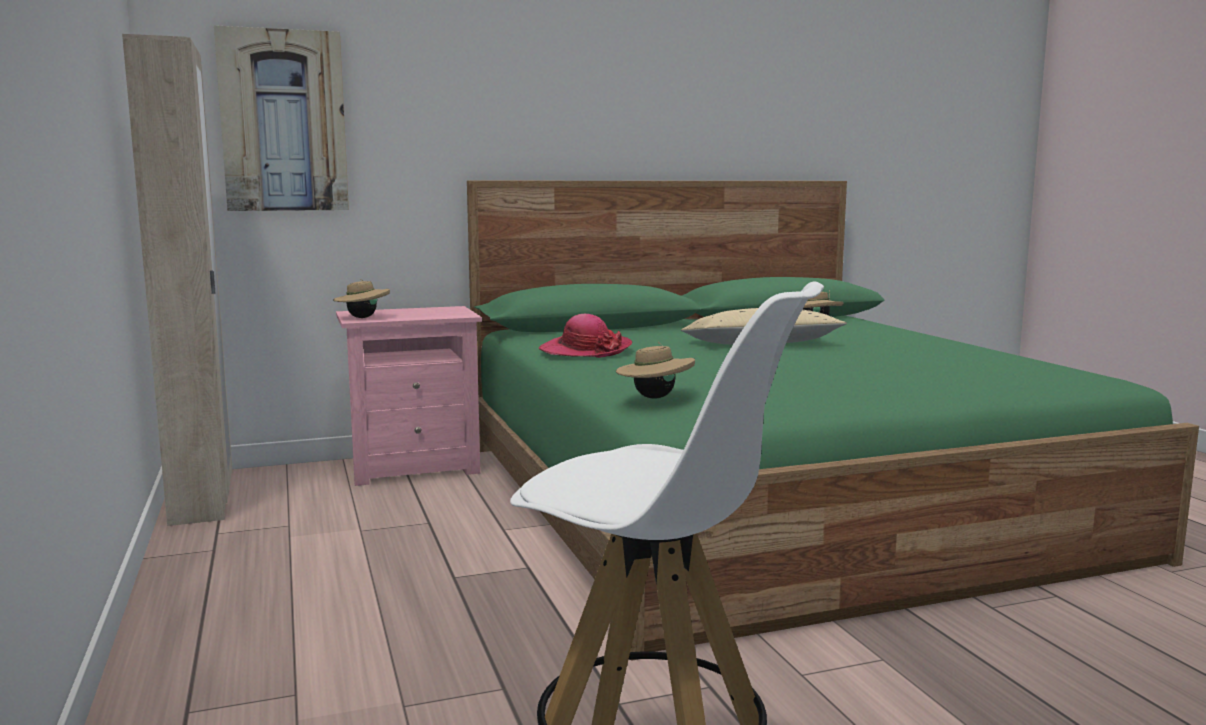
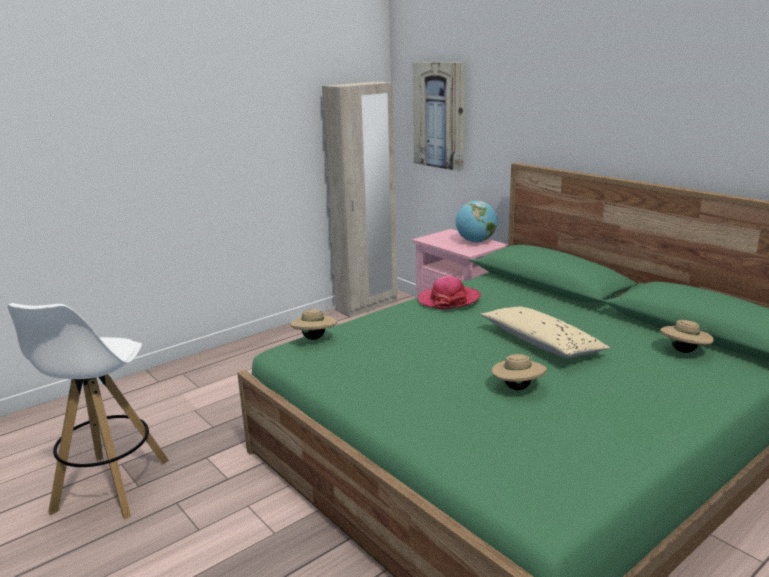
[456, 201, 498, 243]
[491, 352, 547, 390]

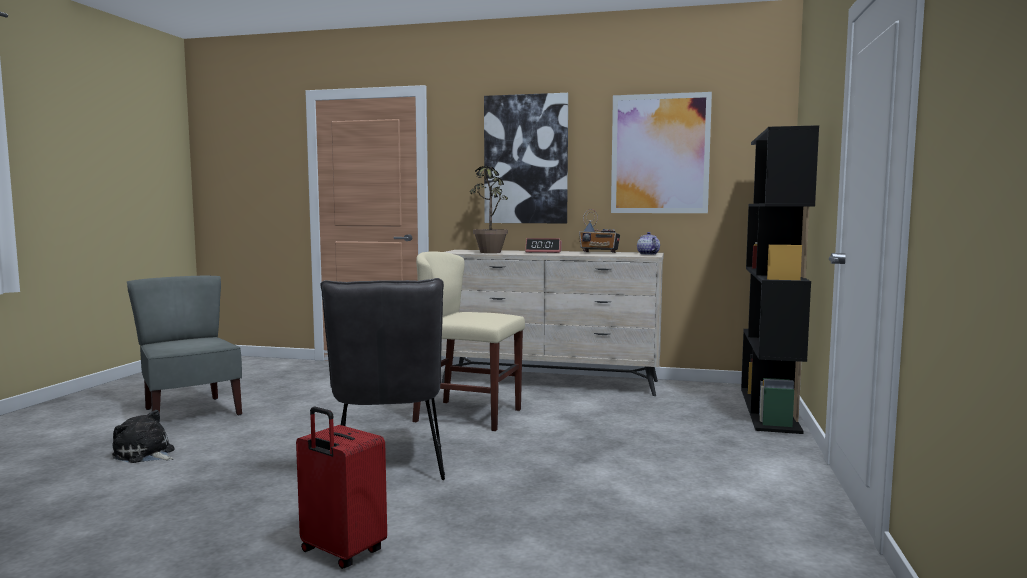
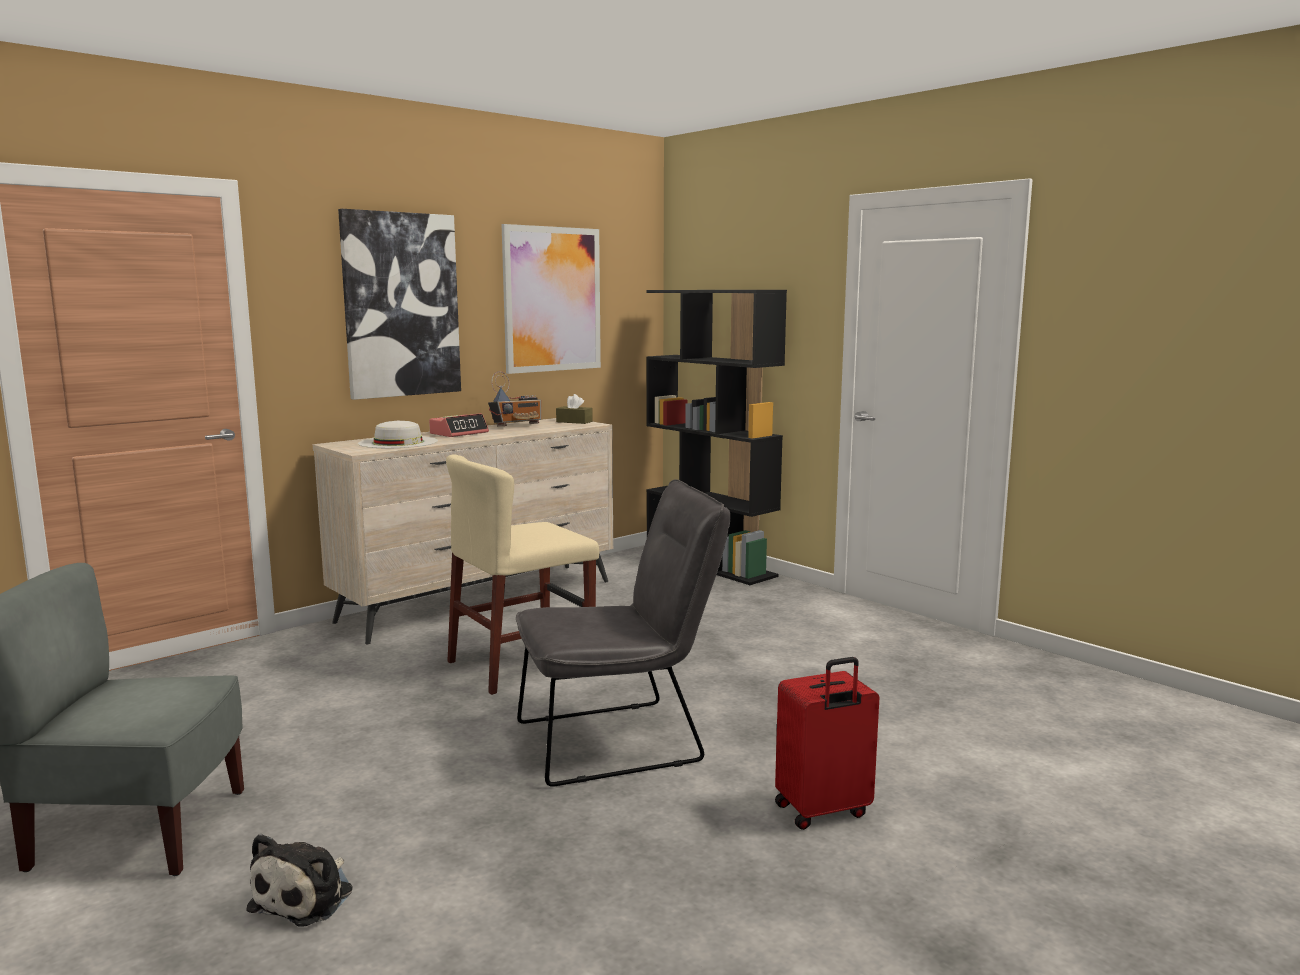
[358, 421, 438, 448]
[556, 394, 593, 424]
[246, 834, 353, 927]
[516, 479, 731, 787]

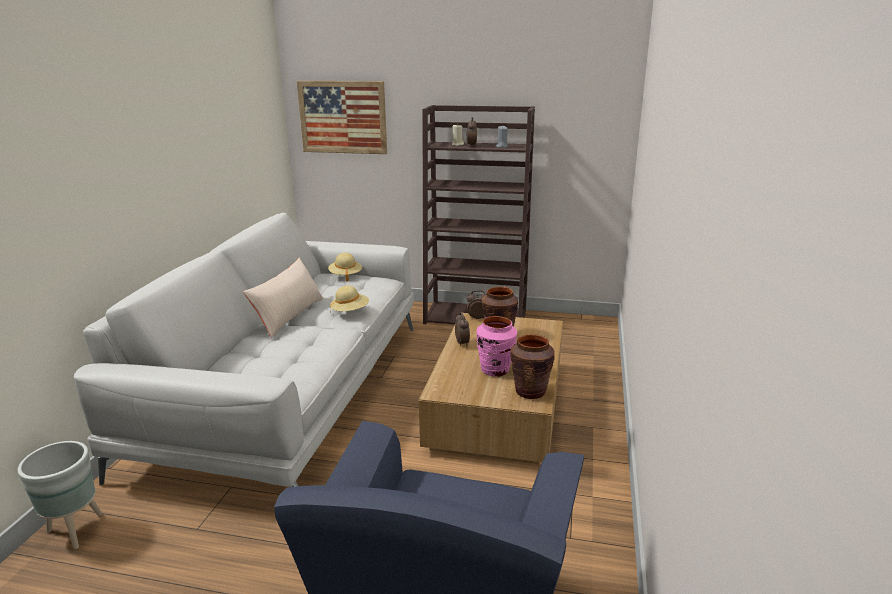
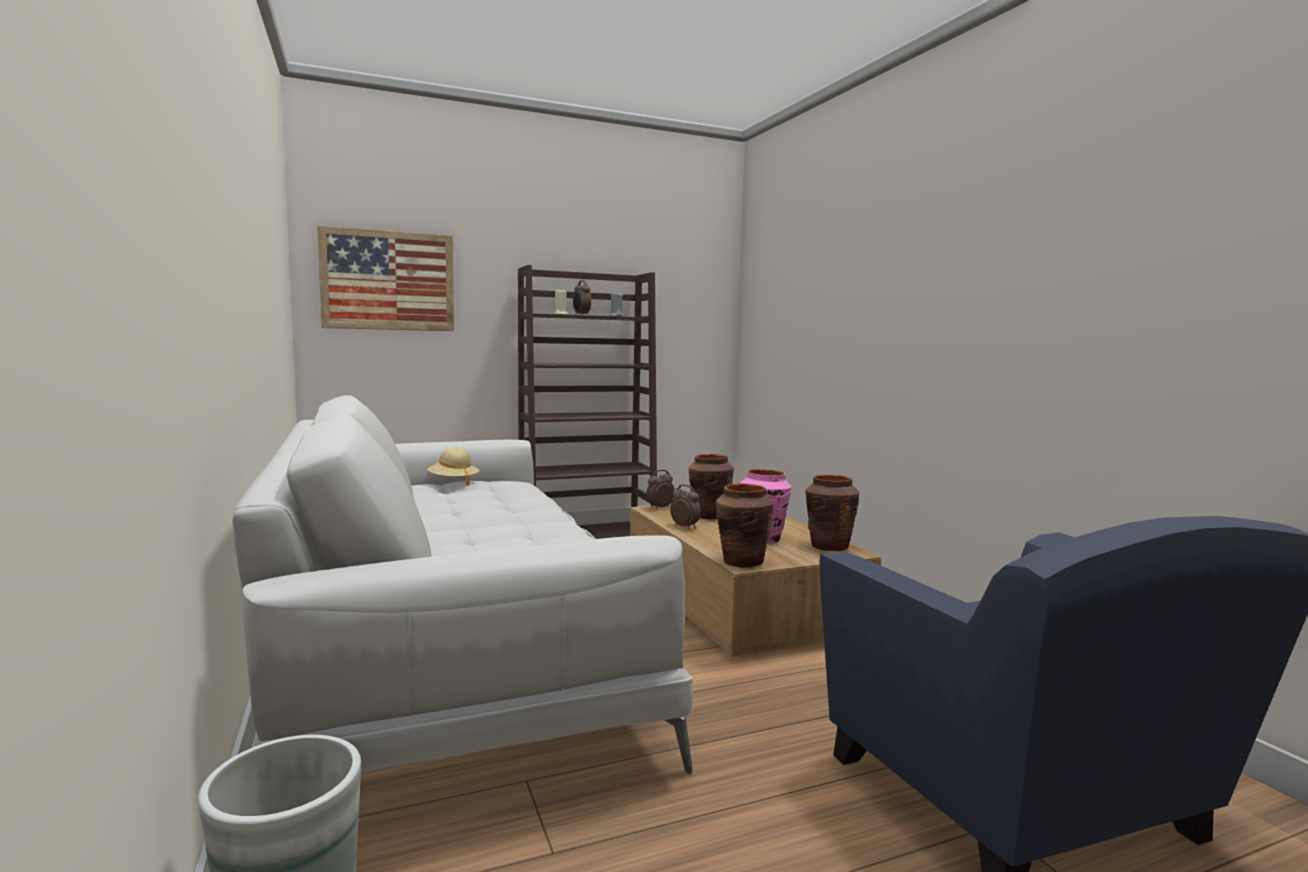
[243, 258, 324, 338] (first image)
[330, 286, 369, 314] (first image)
[716, 484, 773, 568]

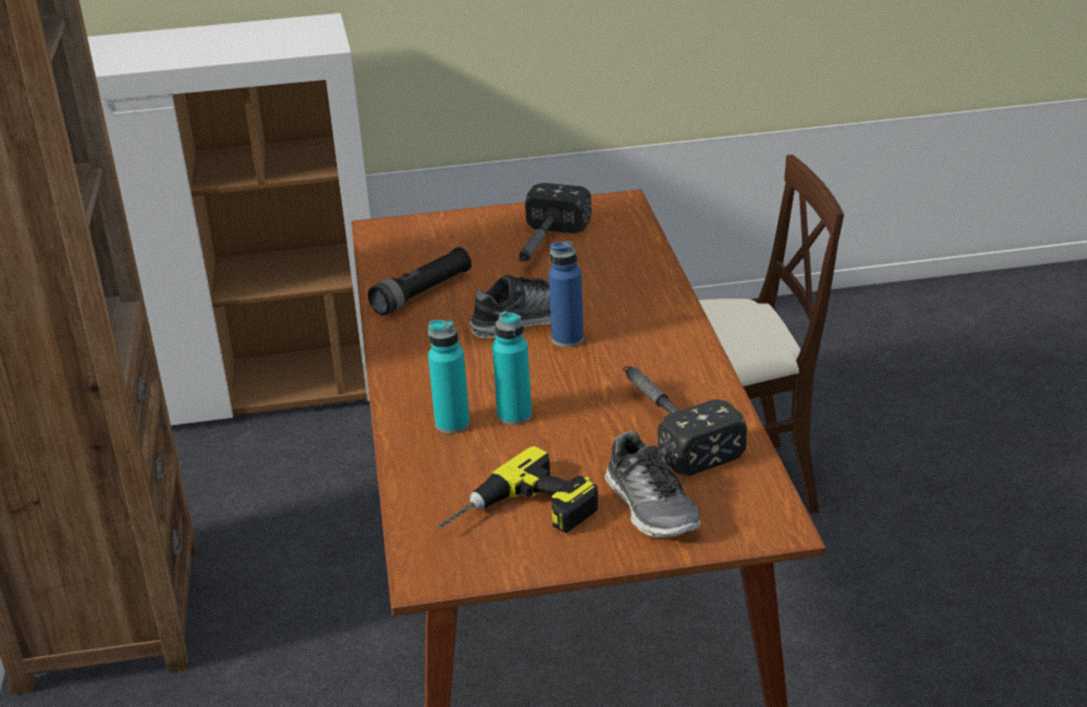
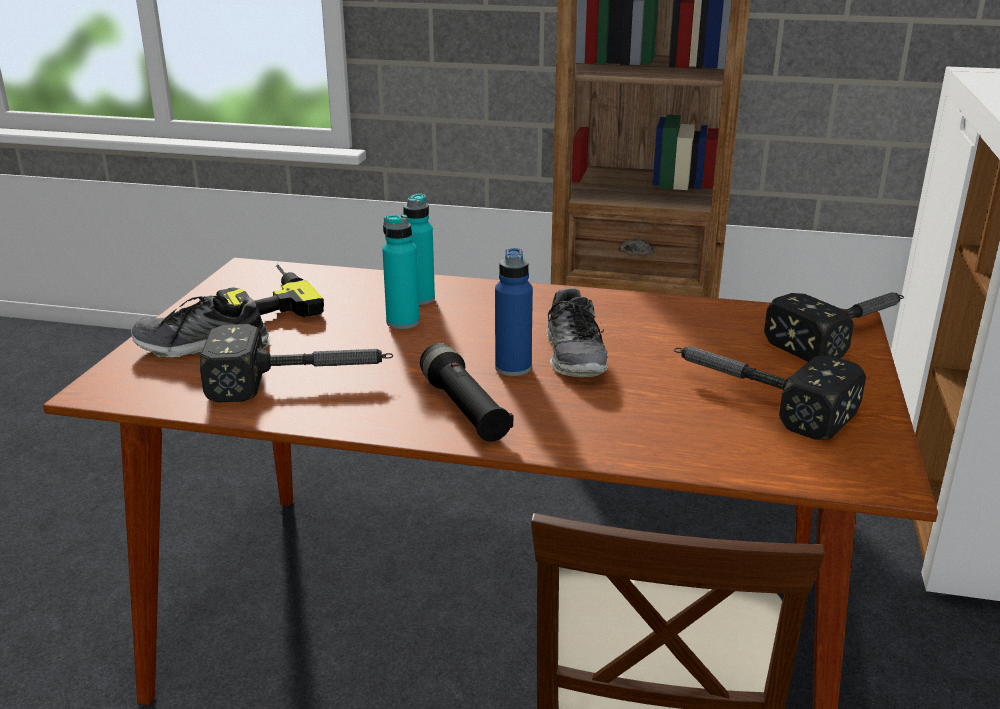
[764, 292, 904, 362]
[420, 343, 513, 442]

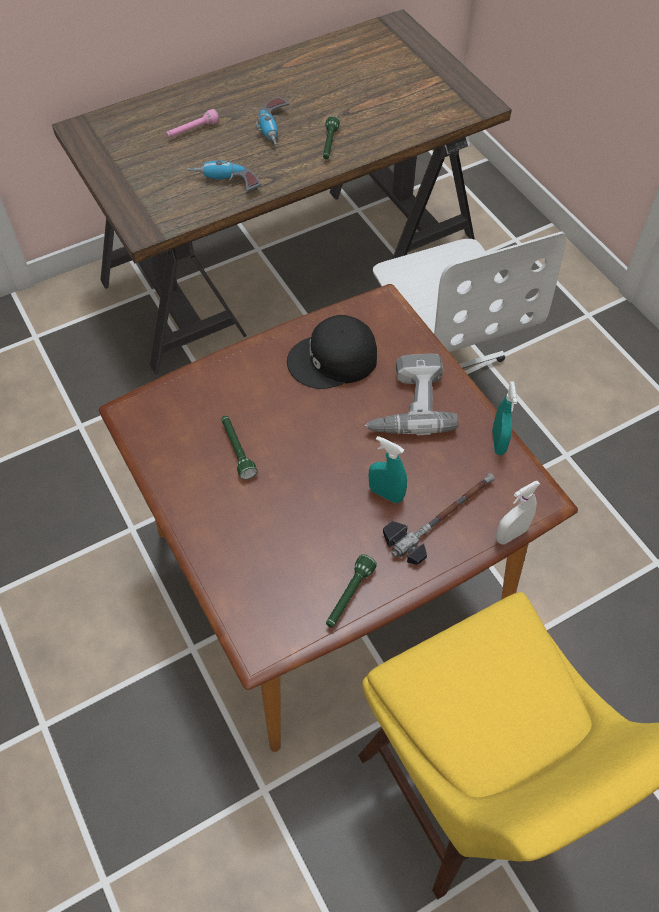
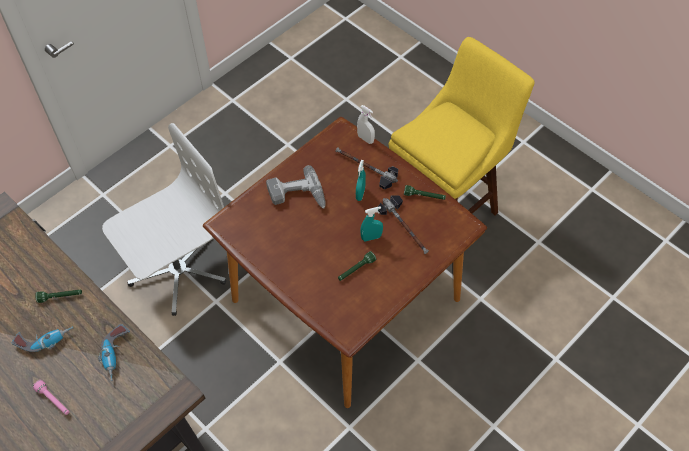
[287, 315, 377, 389] (first image)
[378, 196, 429, 254]
[360, 206, 383, 241]

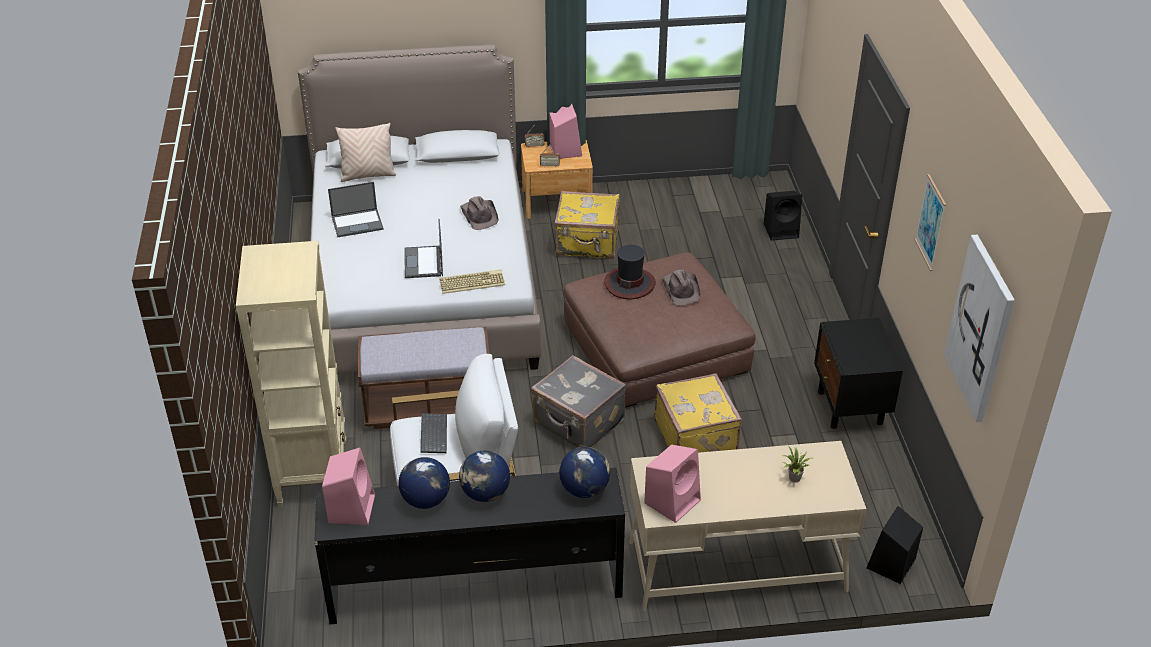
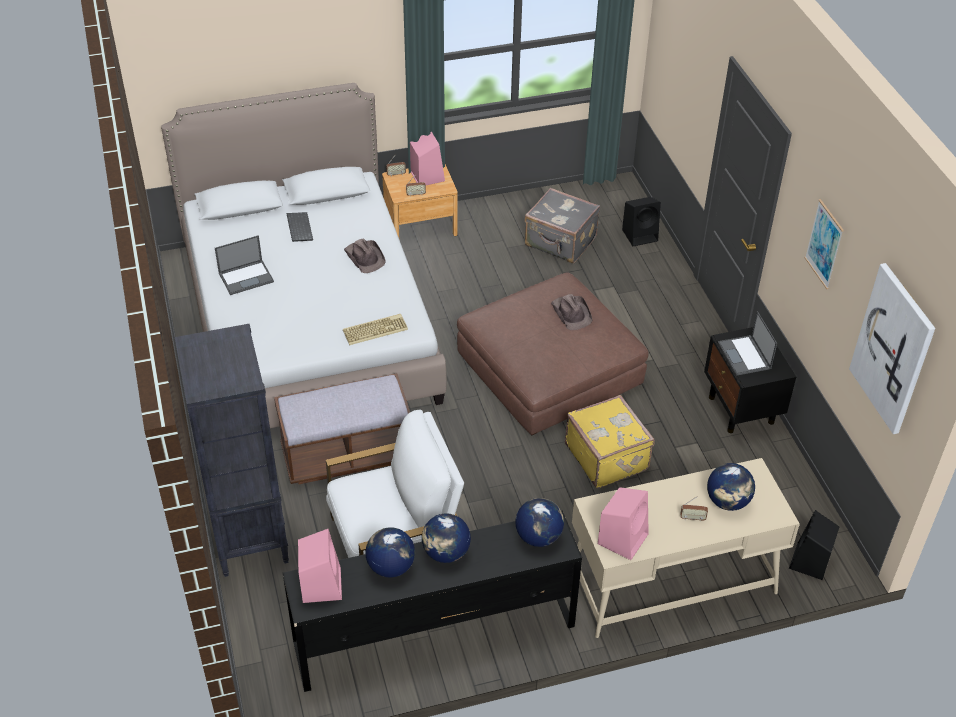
[335, 123, 396, 182] (first image)
[554, 191, 620, 259] (first image)
[604, 245, 656, 299] (first image)
[680, 496, 708, 522]
[718, 311, 777, 376]
[287, 212, 313, 242]
[525, 188, 600, 263]
[707, 463, 755, 511]
[174, 324, 289, 577]

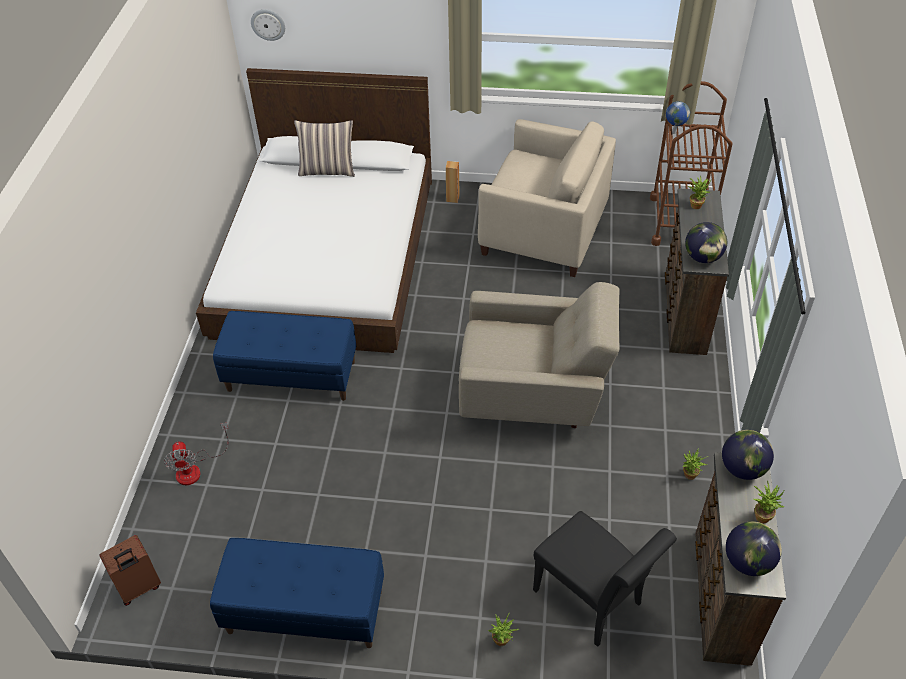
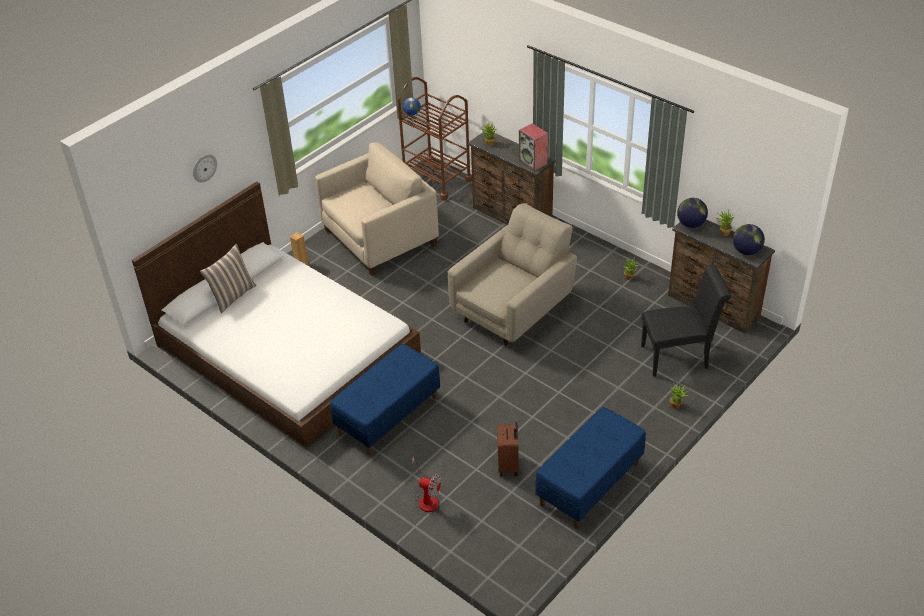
[497, 422, 519, 476]
[193, 154, 217, 183]
[519, 123, 548, 171]

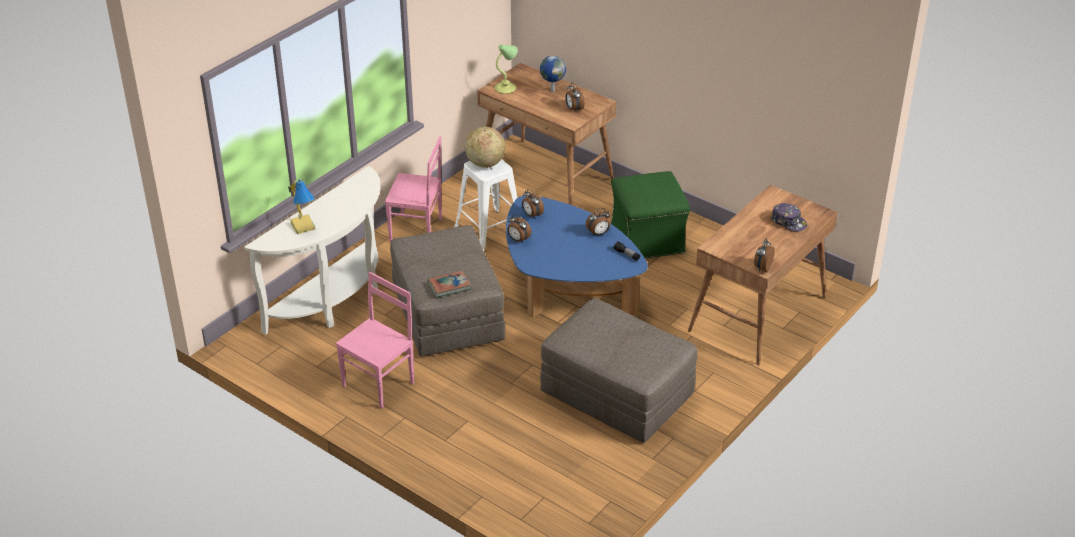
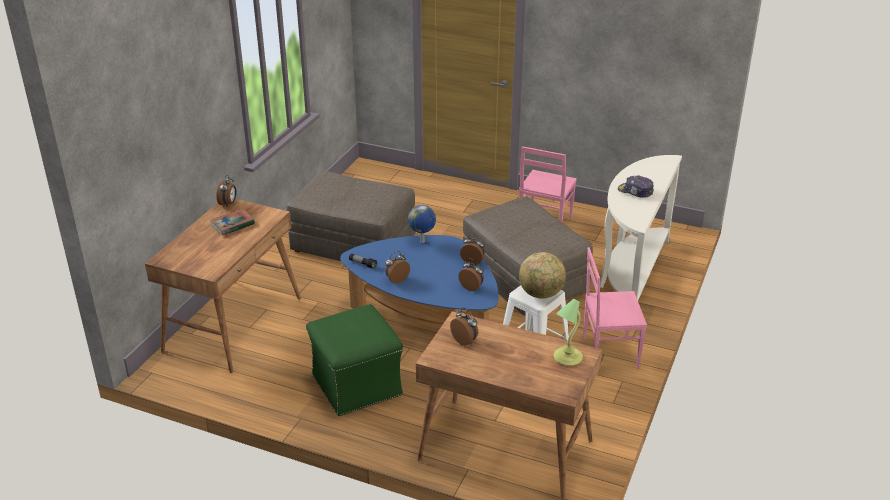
[288, 179, 315, 234] (first image)
[210, 209, 255, 236]
[408, 205, 436, 243]
[618, 175, 654, 198]

